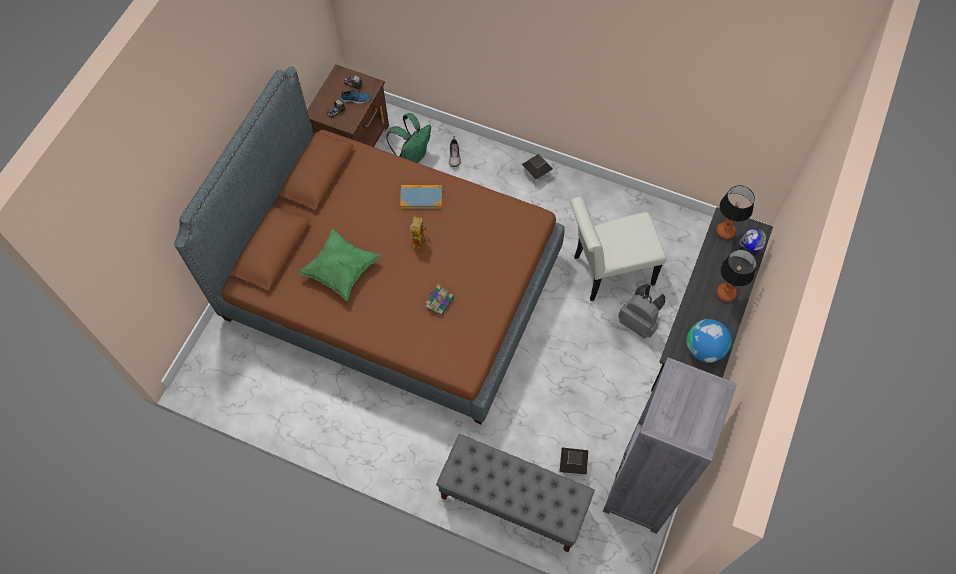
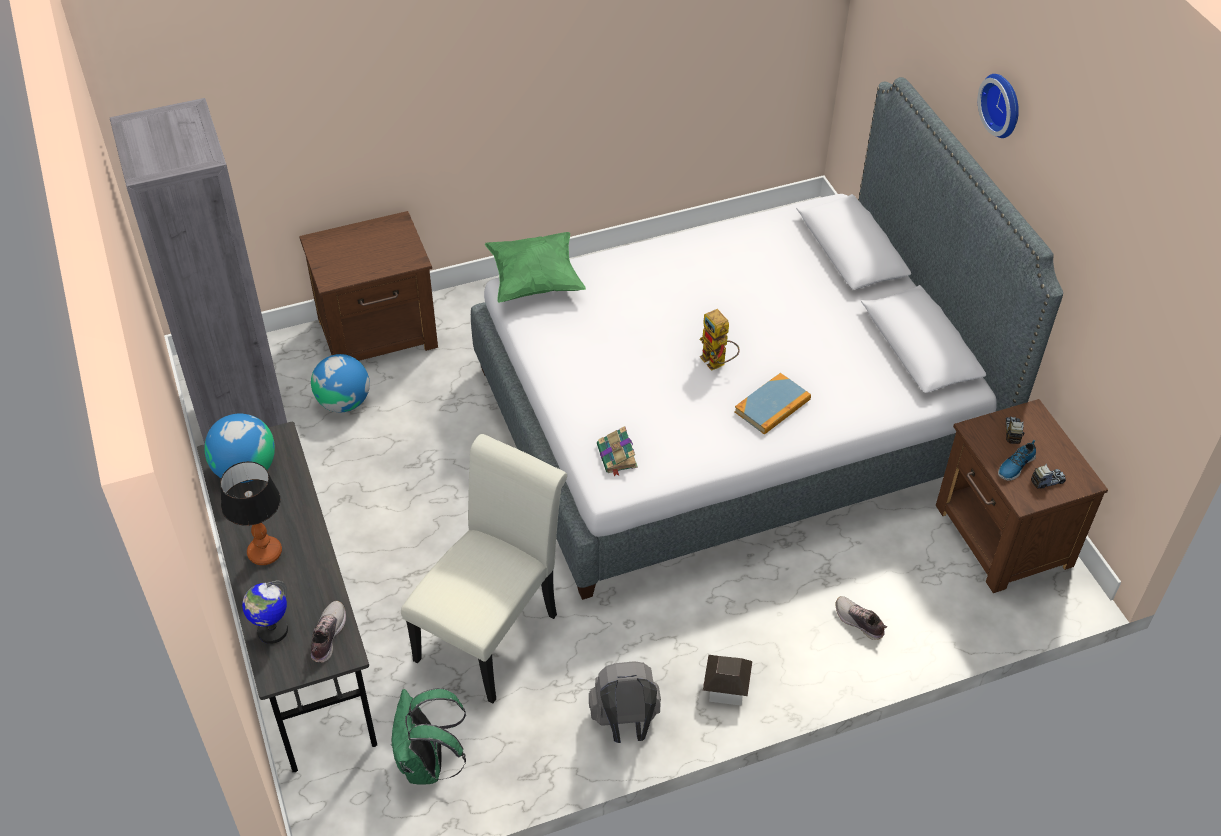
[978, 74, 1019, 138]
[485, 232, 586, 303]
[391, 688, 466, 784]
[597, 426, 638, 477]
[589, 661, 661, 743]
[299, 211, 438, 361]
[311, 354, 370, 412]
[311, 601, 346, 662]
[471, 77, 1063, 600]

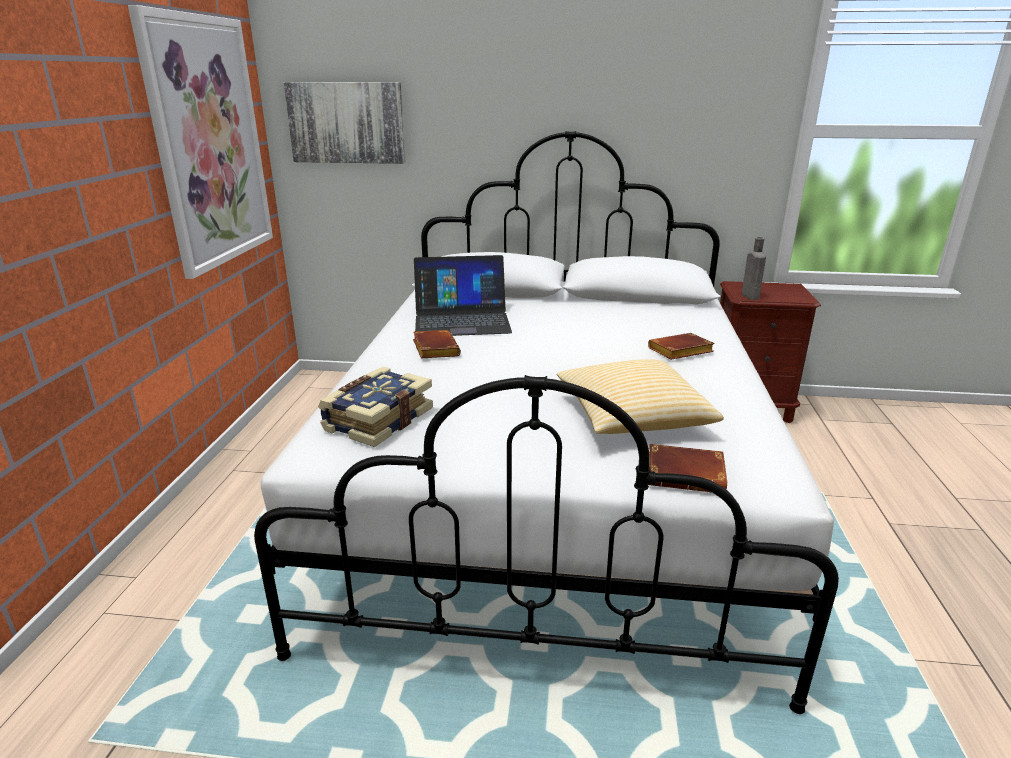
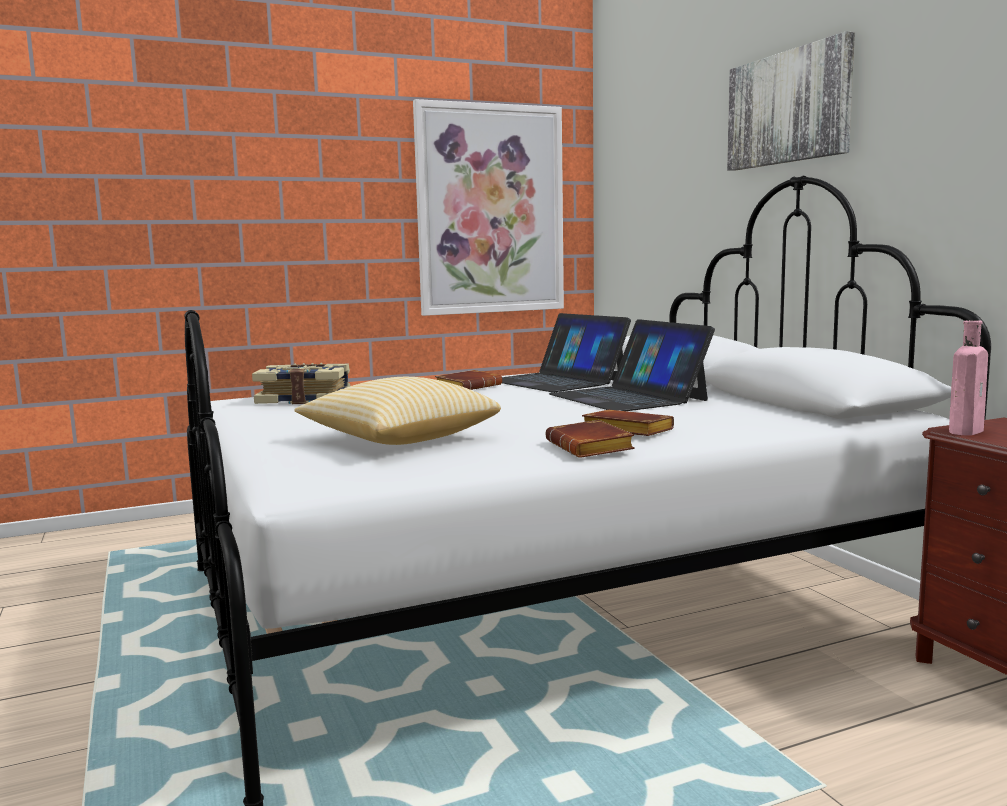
[549, 319, 715, 411]
[727, 31, 855, 171]
[545, 420, 635, 458]
[949, 320, 988, 435]

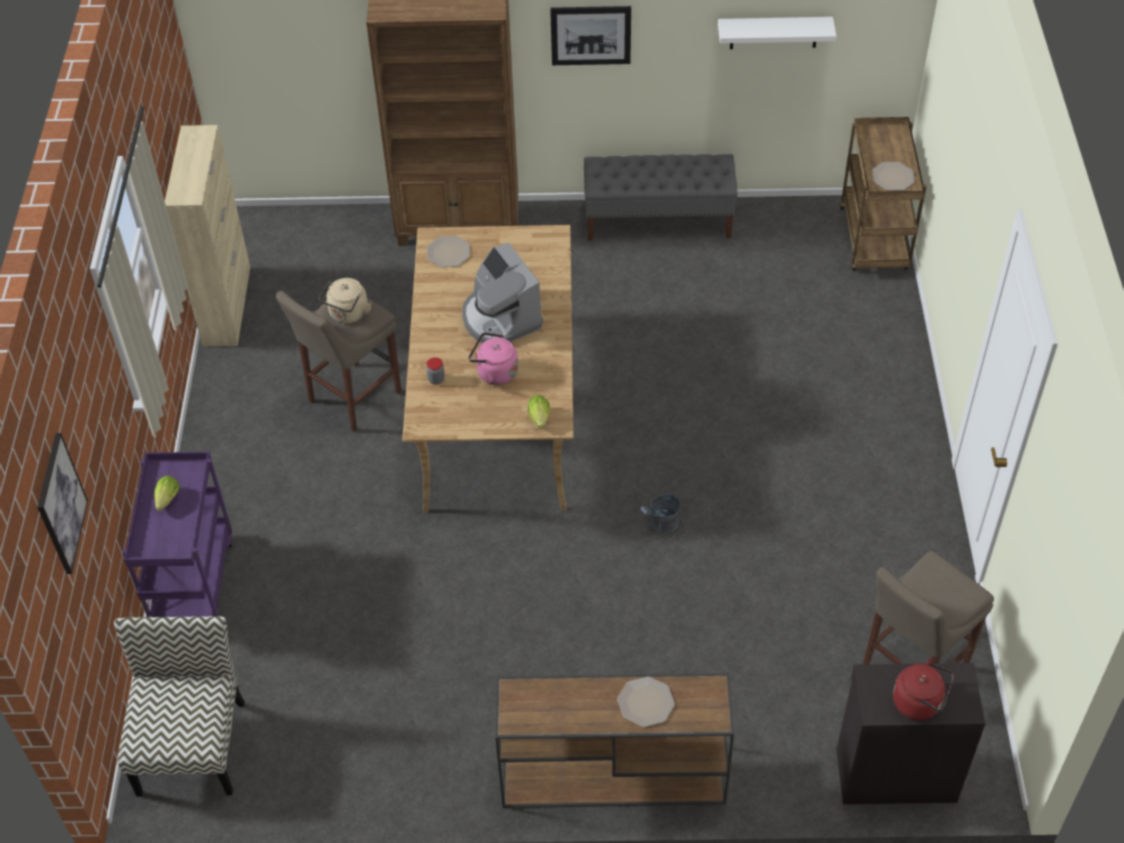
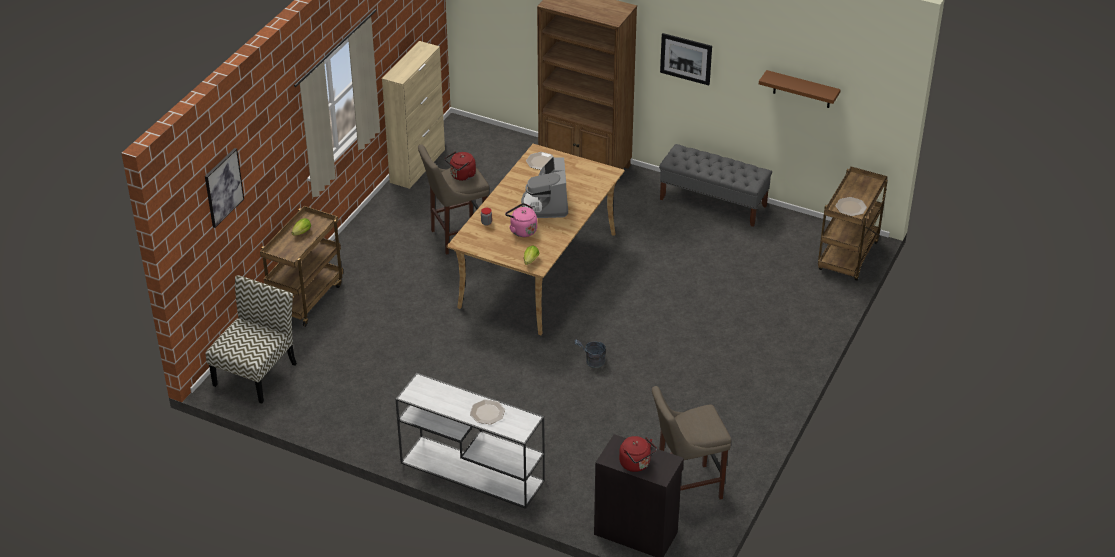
[260, 206, 343, 327]
[445, 151, 476, 181]
[396, 373, 545, 509]
[759, 70, 841, 108]

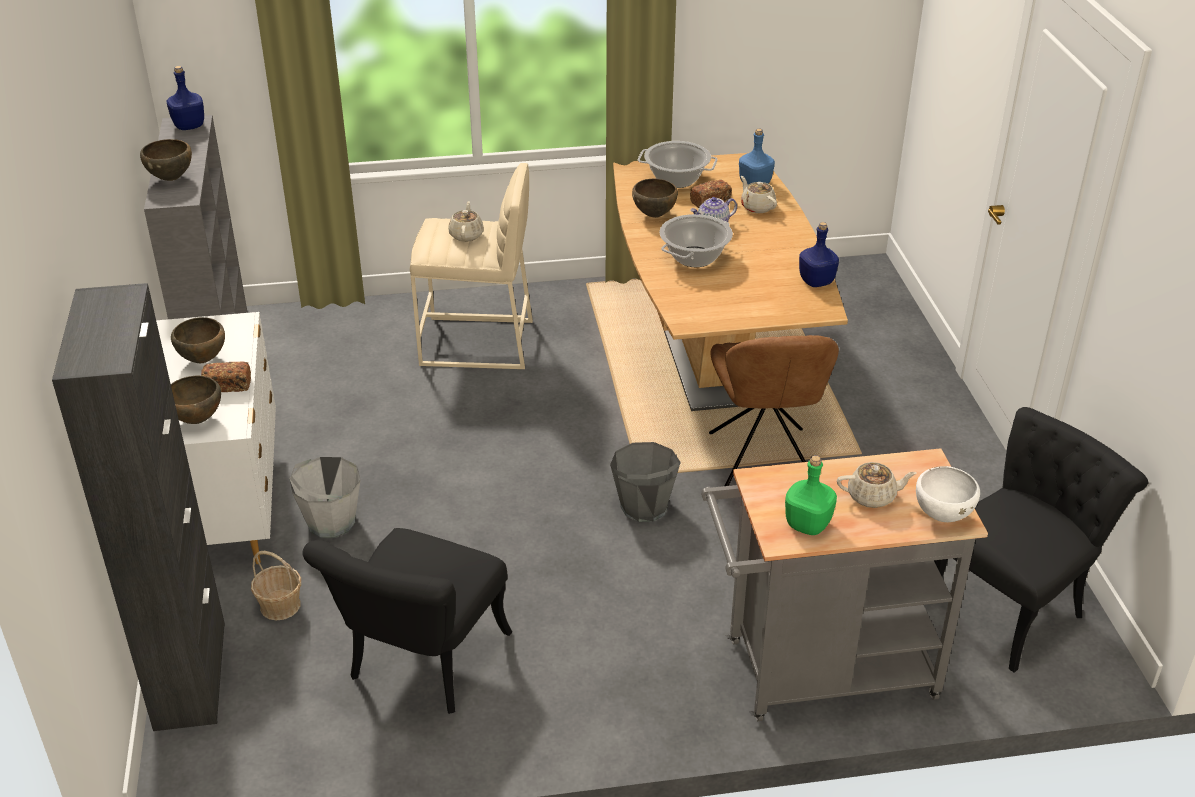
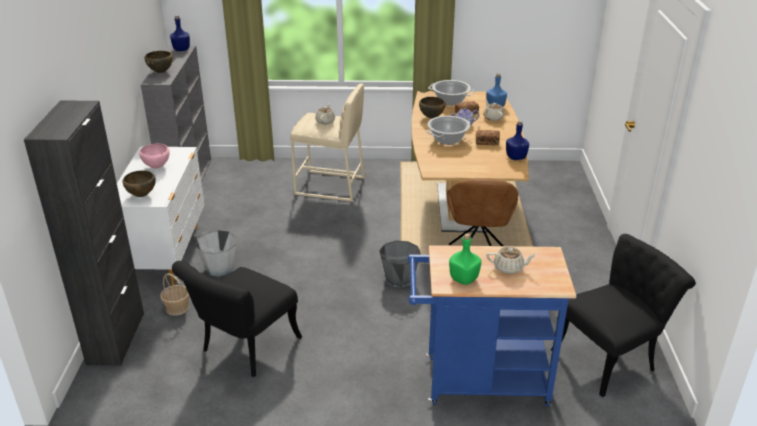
[916, 466, 980, 522] (first image)
[476, 130, 500, 146]
[139, 143, 170, 169]
[408, 245, 576, 406]

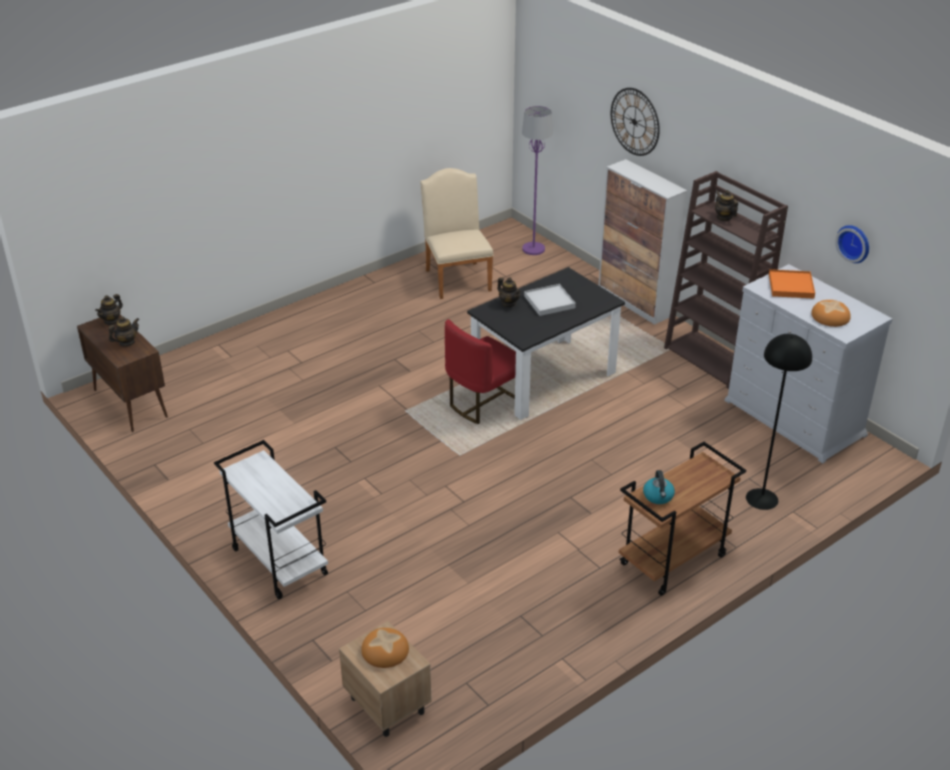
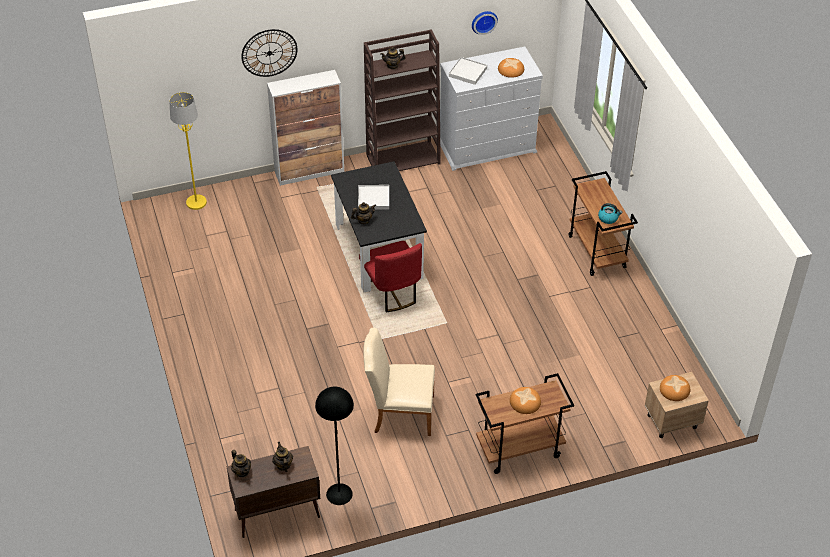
[510, 387, 541, 414]
[363, 328, 435, 436]
[315, 387, 354, 505]
[476, 373, 574, 474]
[169, 92, 207, 210]
[449, 57, 487, 85]

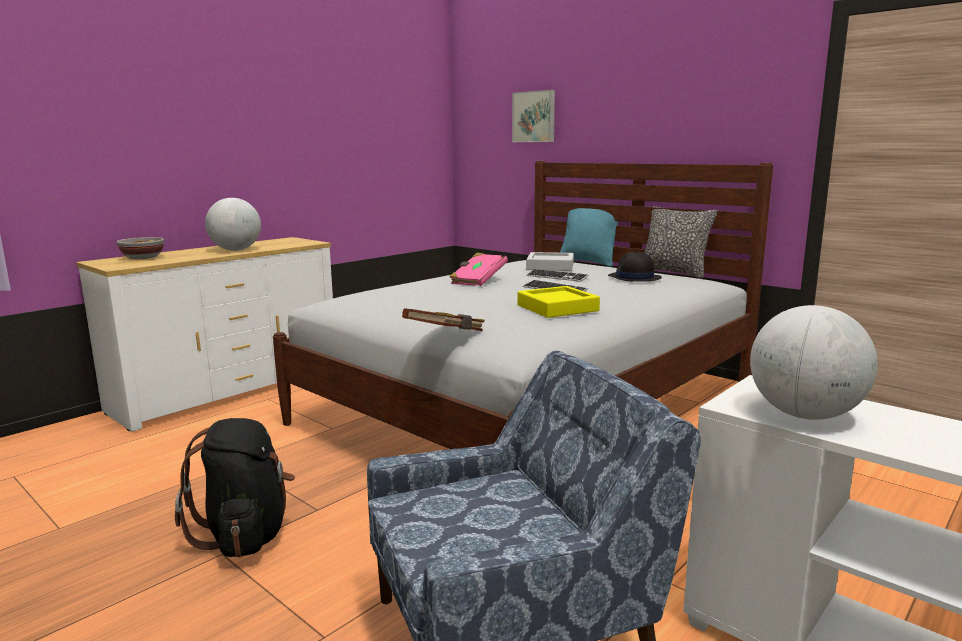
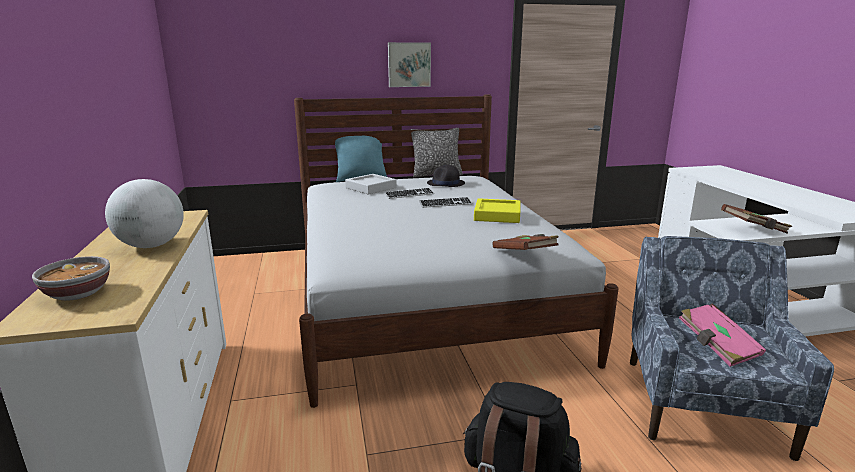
[679, 303, 766, 367]
[388, 42, 431, 87]
[721, 204, 792, 234]

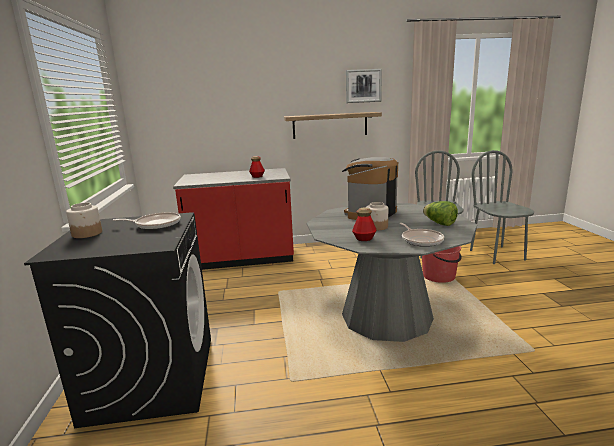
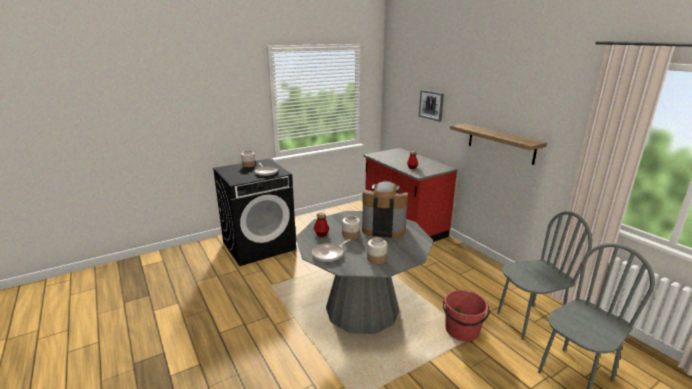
[419, 90, 444, 122]
[367, 237, 387, 264]

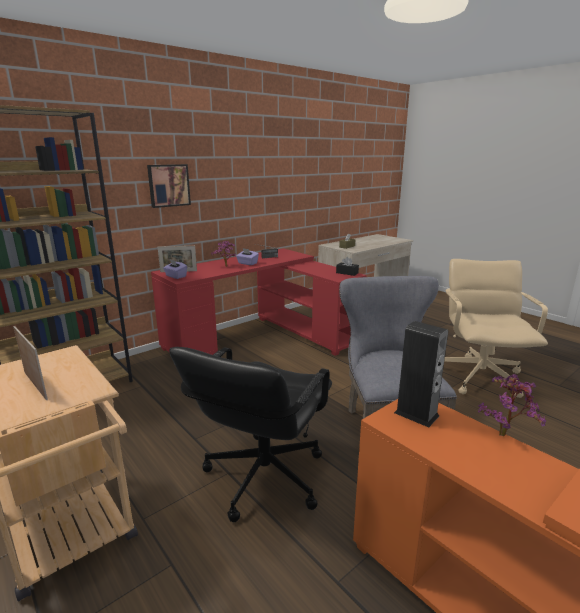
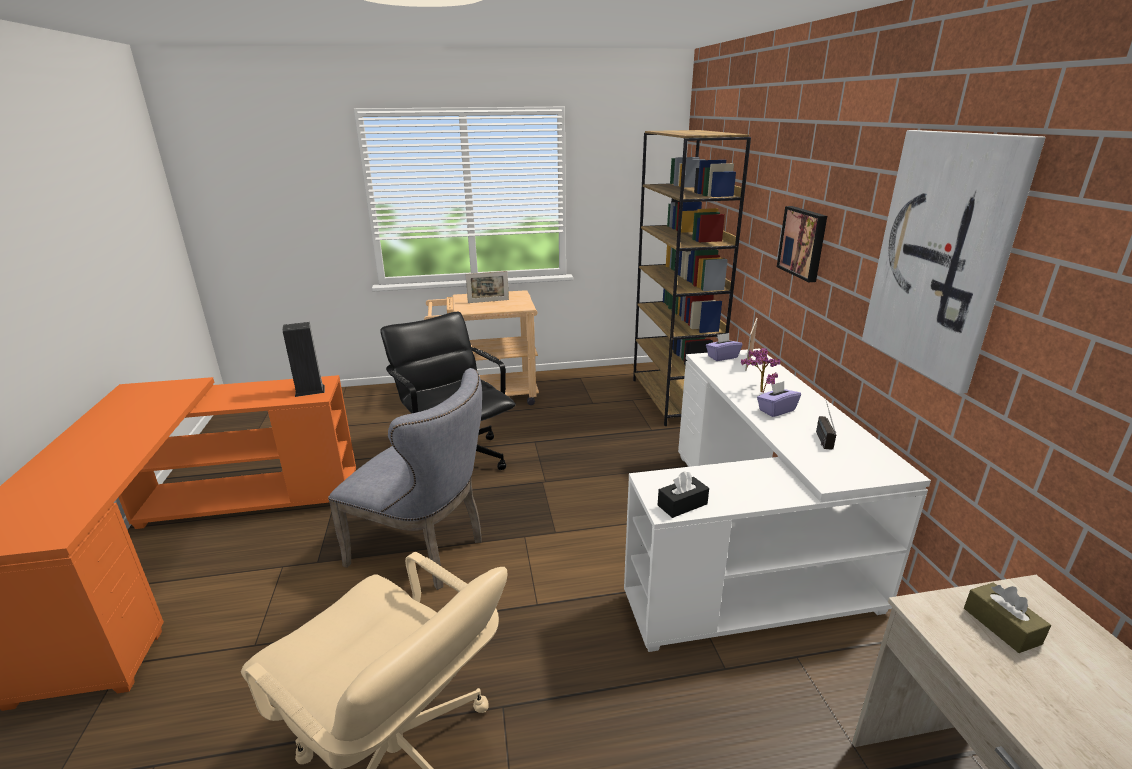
[478, 374, 546, 436] (first image)
[862, 130, 1046, 394]
[624, 348, 931, 652]

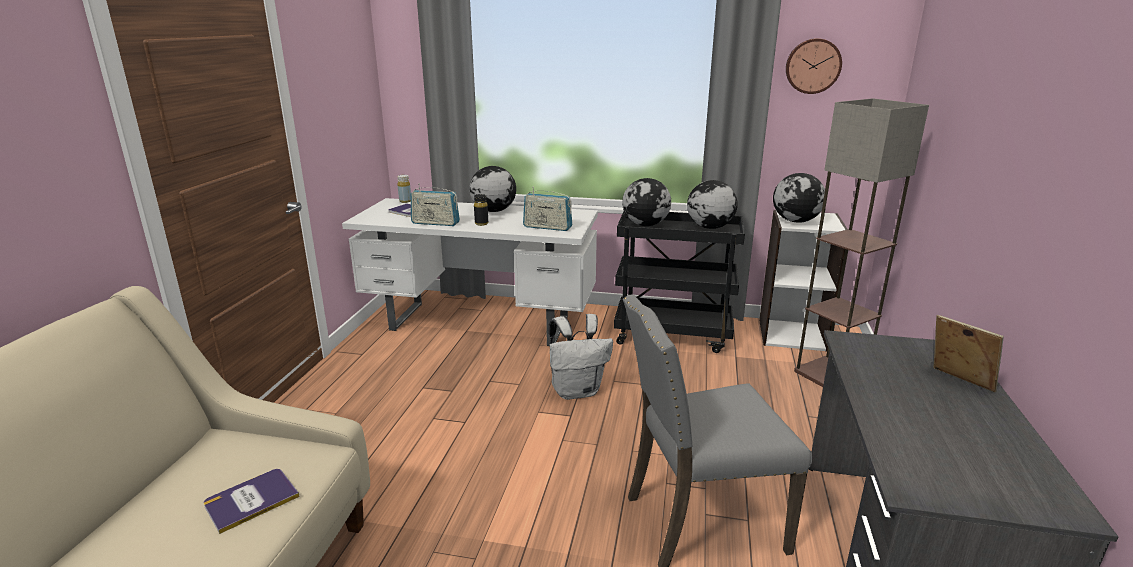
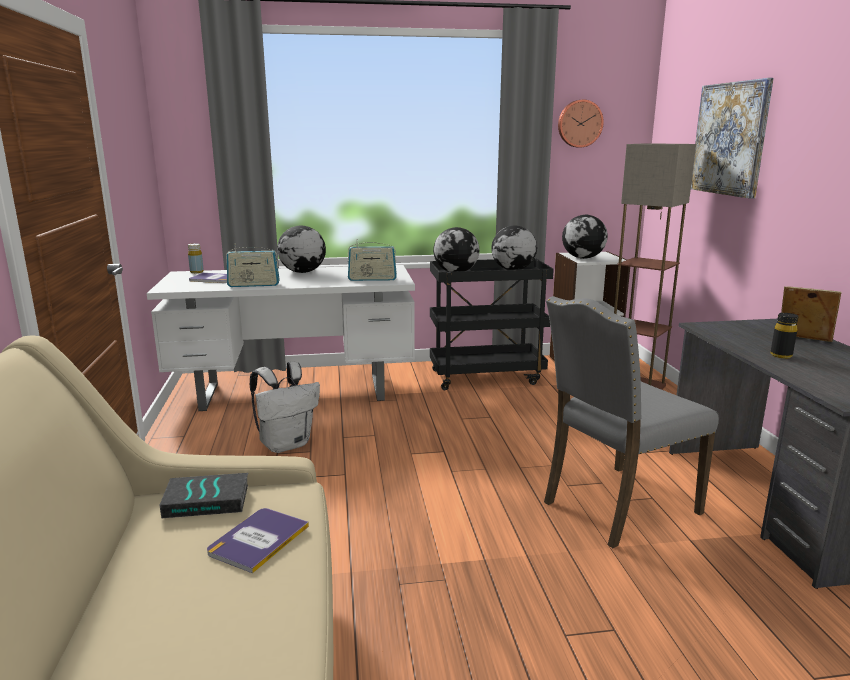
[159, 473, 248, 518]
[691, 78, 774, 199]
[770, 313, 798, 359]
[250, 361, 320, 453]

